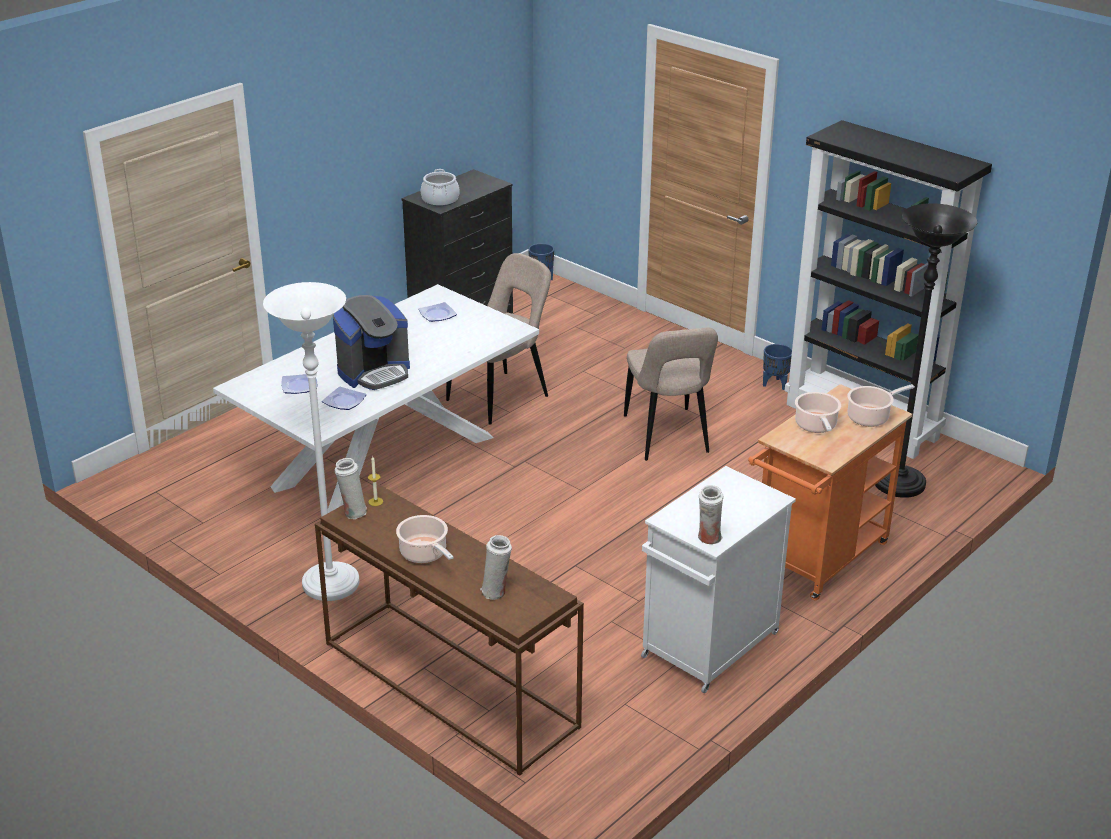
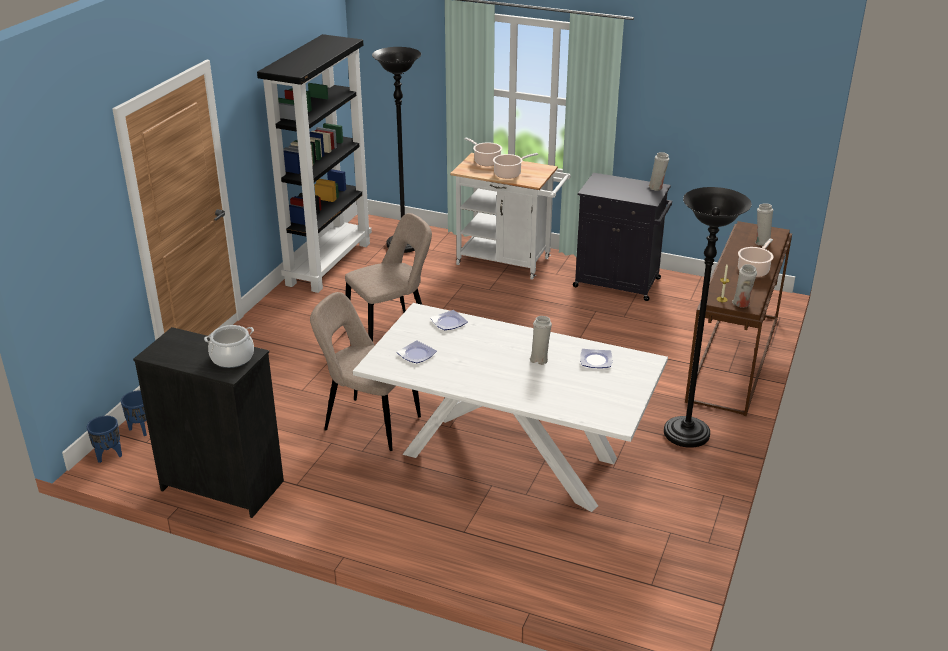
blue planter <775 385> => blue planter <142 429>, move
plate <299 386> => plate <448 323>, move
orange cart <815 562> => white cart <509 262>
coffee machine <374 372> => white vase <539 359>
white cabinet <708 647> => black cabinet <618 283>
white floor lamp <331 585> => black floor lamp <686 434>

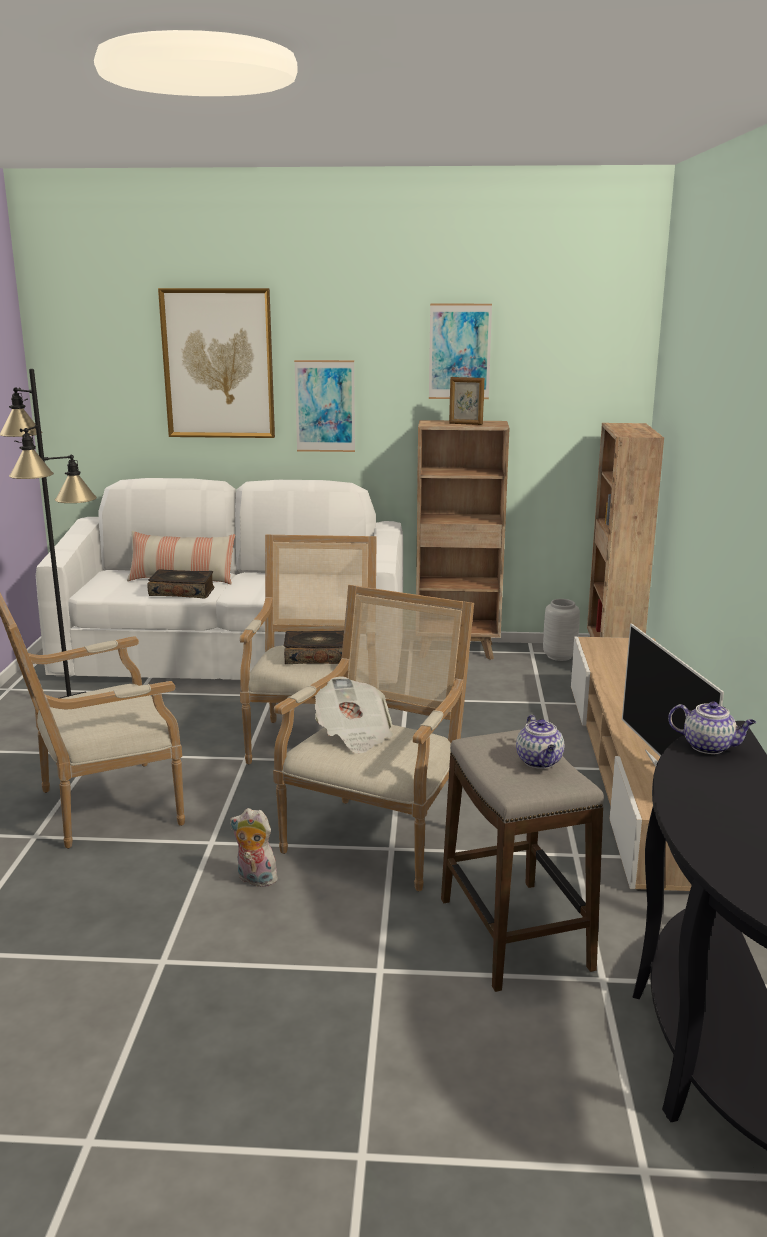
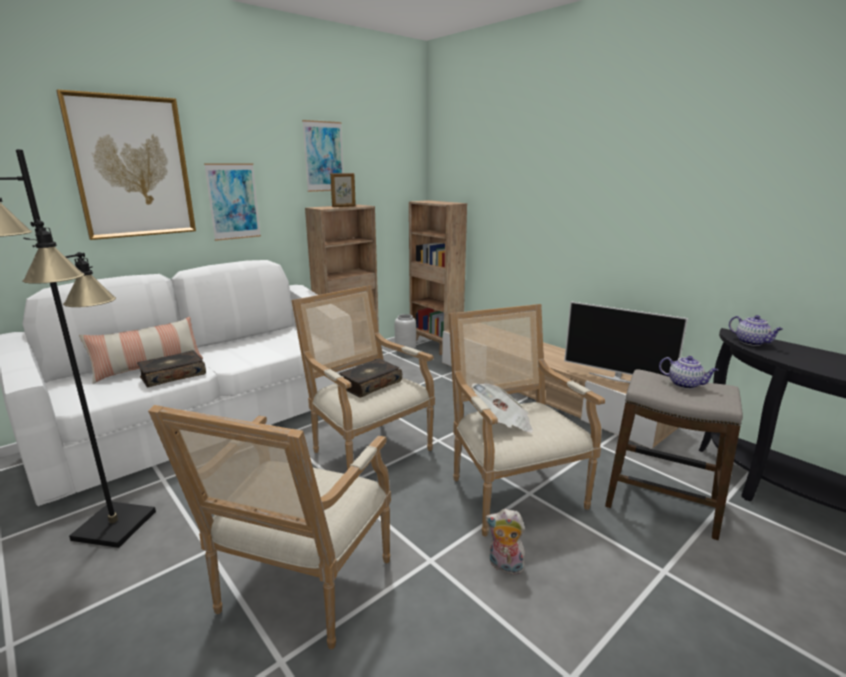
plush toy <254 879> => plush toy <504 566>, 45 degrees clockwise
teapot <709 746> => teapot <752 342>, 75 degrees clockwise

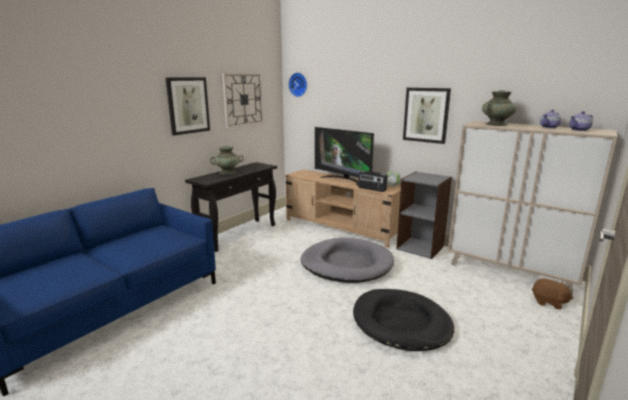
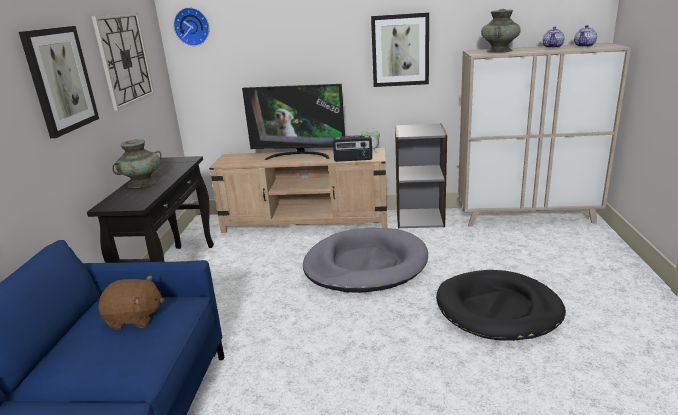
brown plush toy <548 302> => brown plush toy <135 318>, move

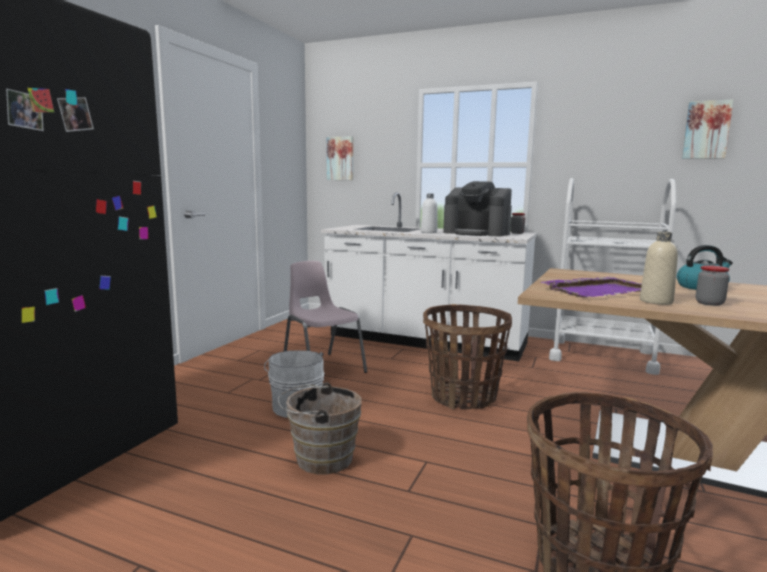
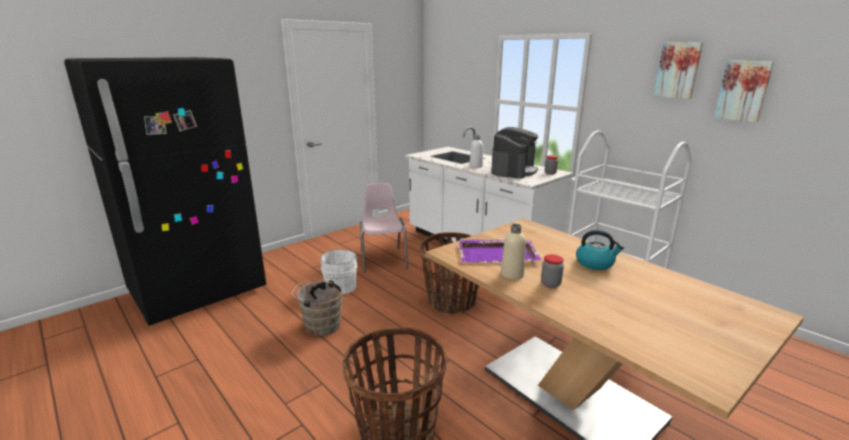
coffee machine <477 233> => coffee machine <513 171>, 120 degrees counterclockwise
picture <340 158> => picture <678 70>, move

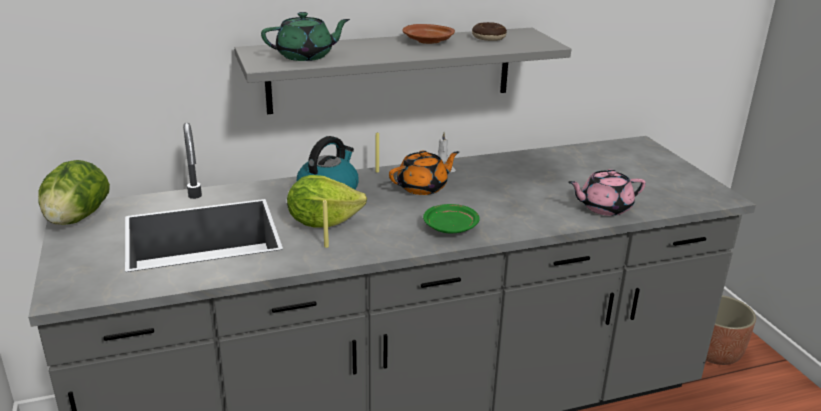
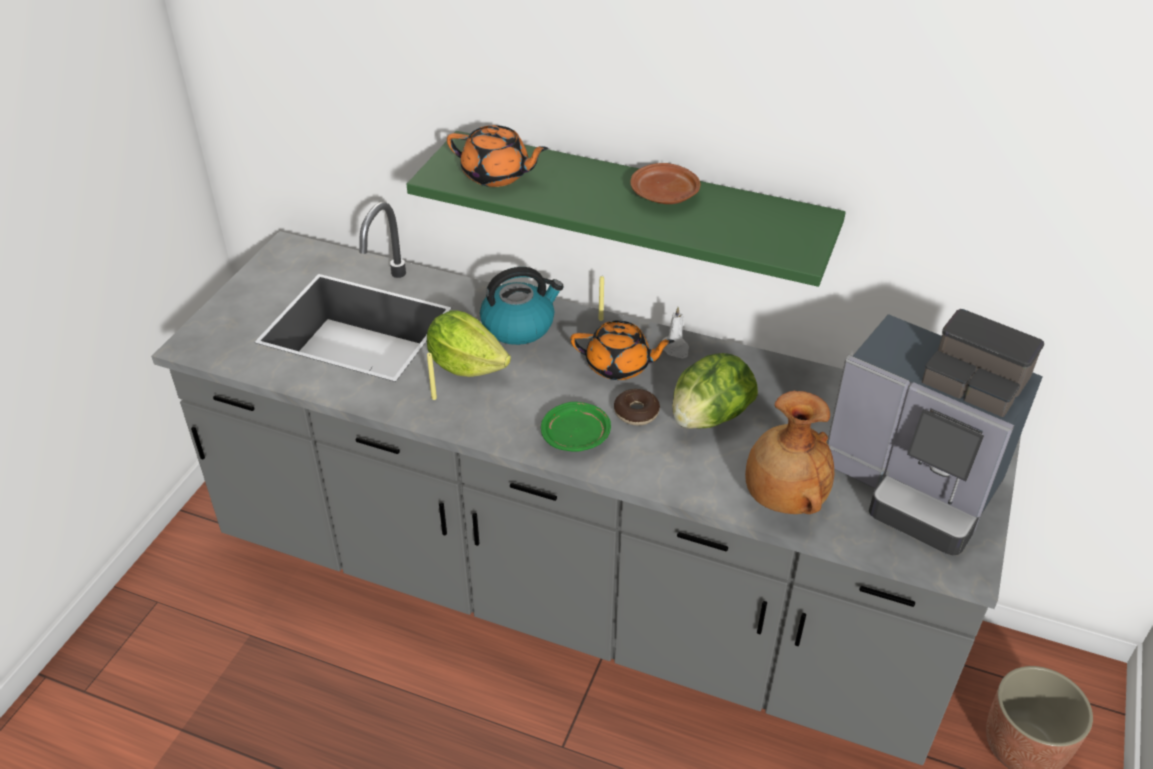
grey shelf <391 70> => green shelf <639 207>
green teapot <306 56> => orange teapot <497 175>
donut <488 37> => donut <636 412>, move
lettuce <77 219> => lettuce <709 417>, move
pink teapot <604 207> => brown vase <783 498>
nothing => coffee machine <914 485>

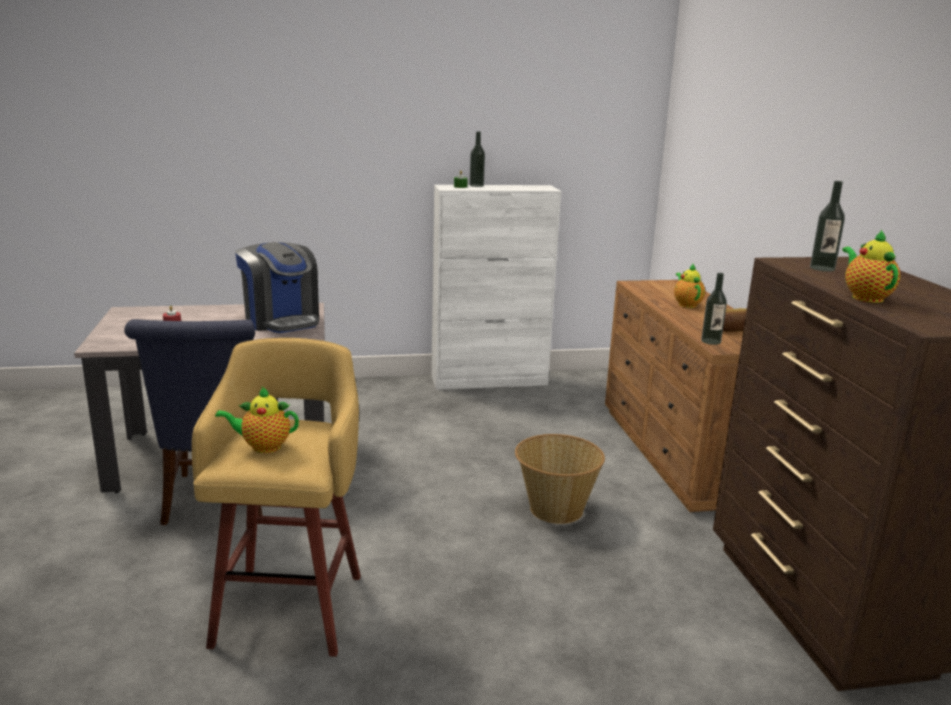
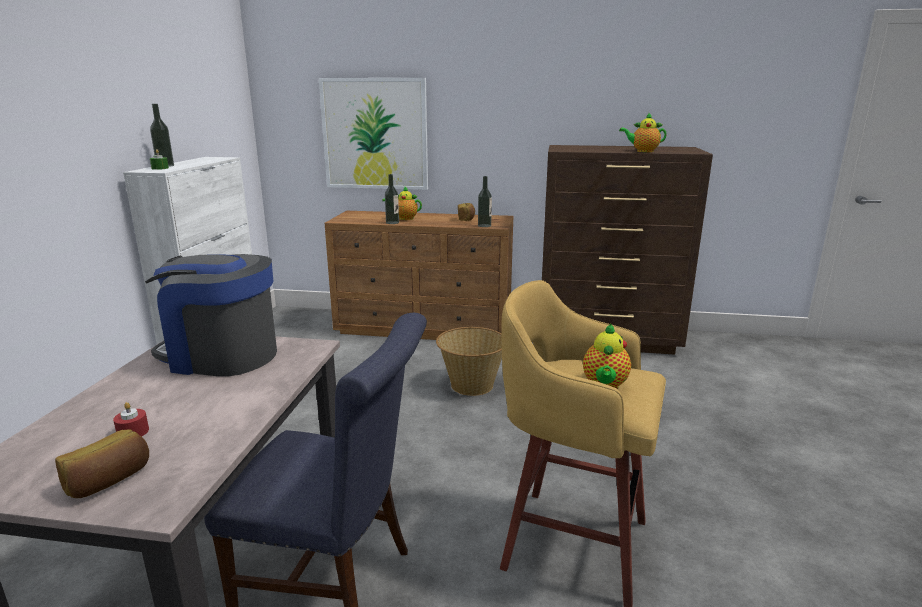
nothing => bread <109 480>
coffee machine <281 320> => coffee machine <221 355>, 150 degrees counterclockwise
nothing => picture <375 134>
bottle <822 268> => bottle <392 222>, move

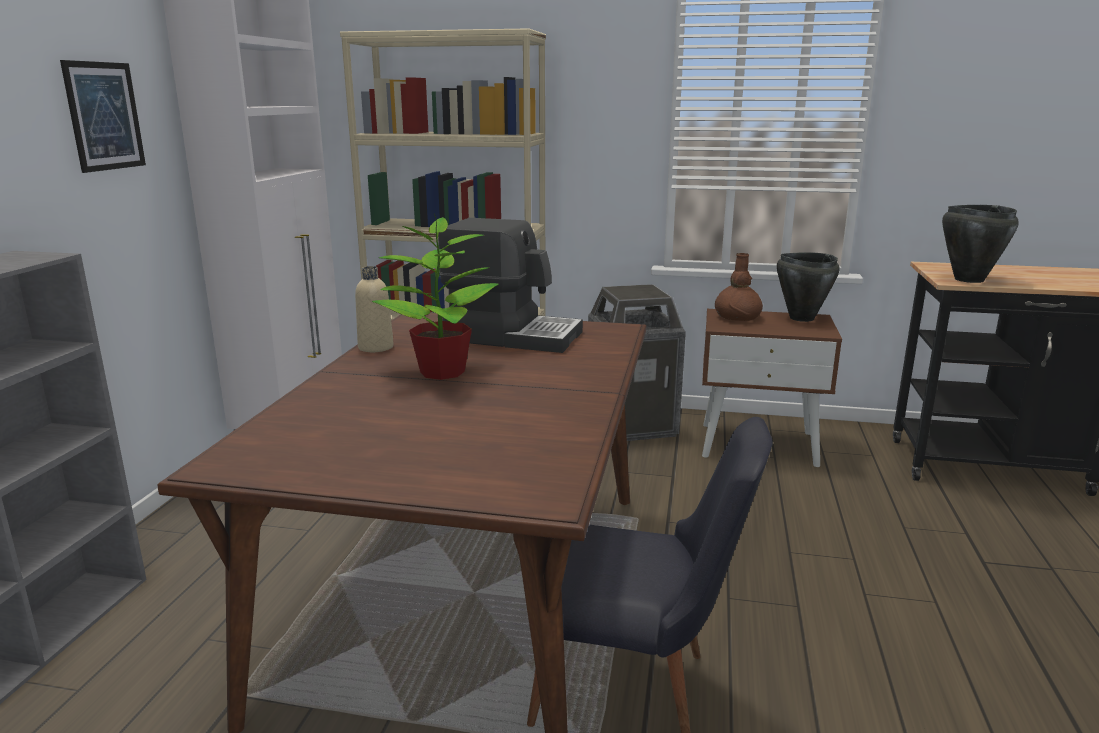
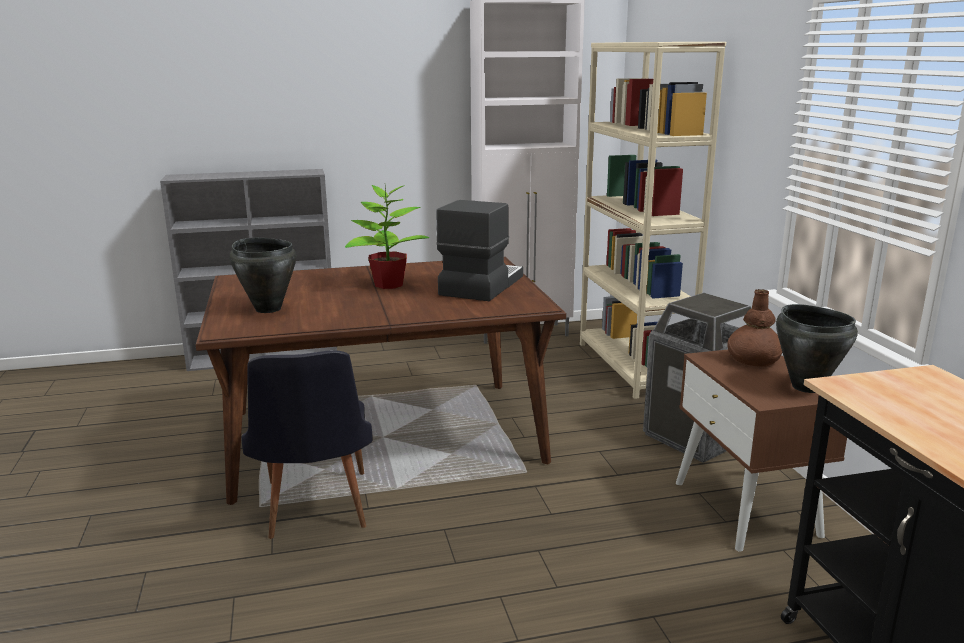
black cooking pot <968 279> => black cooking pot <268 309>, move
coffee machine <513 336> => coffee machine <480 285>, 150 degrees counterclockwise
picture <104 116> => nothing
beige bottle <375 347> => nothing

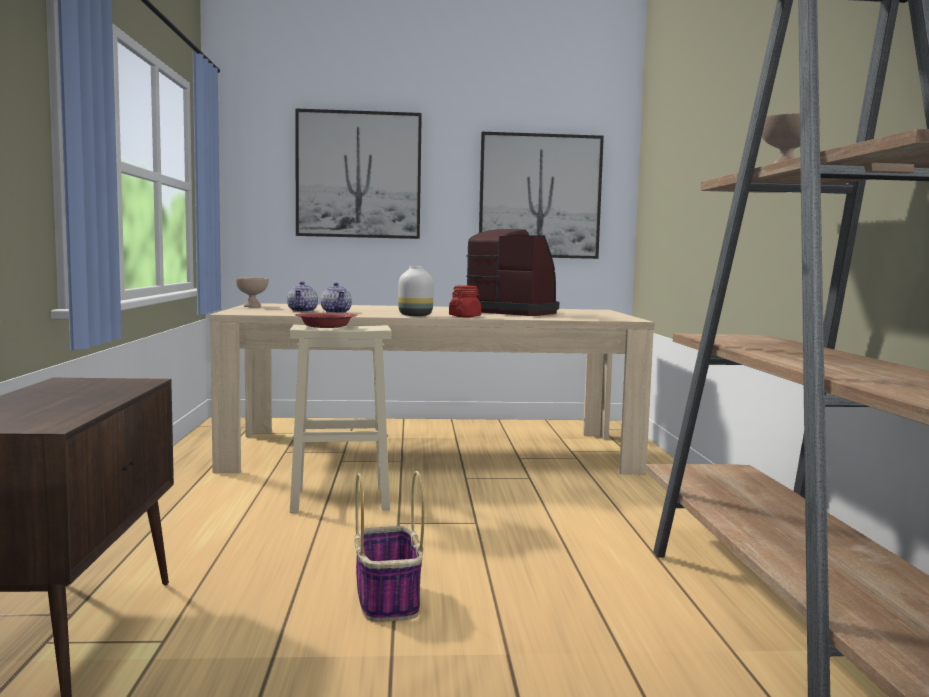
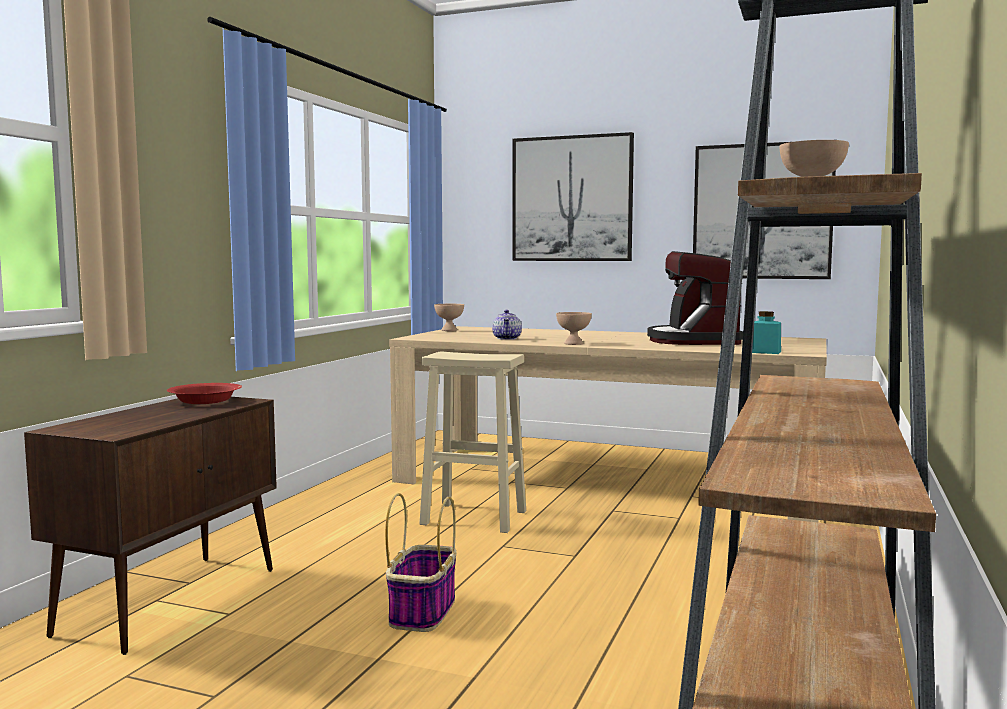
red bowl <326 326> => red bowl <205 401>, move
white vase <416 315> => beige bowl <574 343>
coffee machine <514 312> => coffee machine <693 341>, 150 degrees counterclockwise
nothing => turquoise jar <764 352>
teapot <303 311> => nothing
red jar <465 316> => nothing

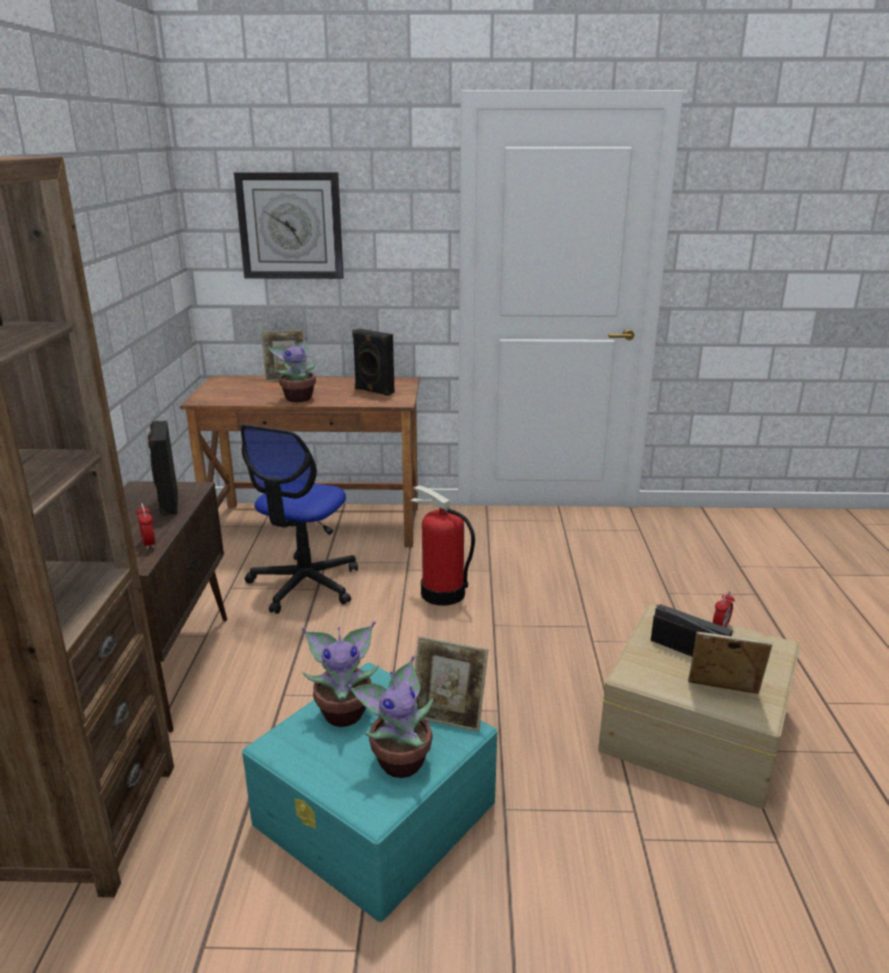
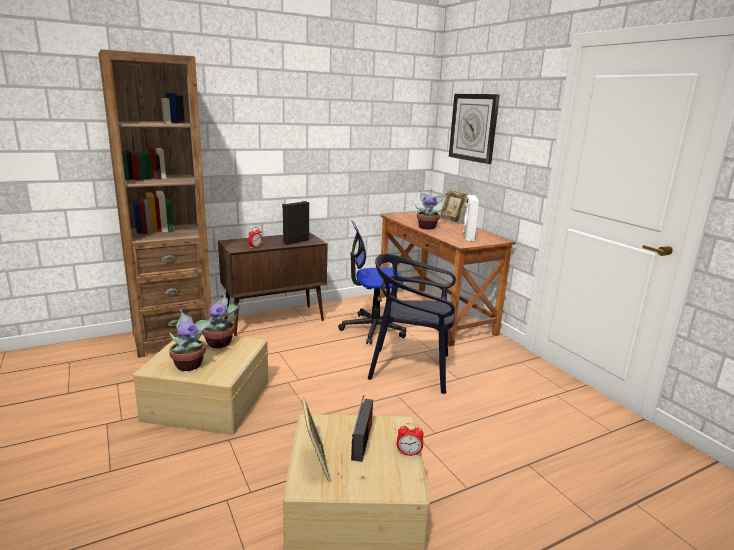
turquoise storage box <376 813> => beige storage box <207 400>
fire extinguisher <442 593> => black chair <411 369>
black speaker <373 391> => white speaker <467 237>
picture frame <448 716> => nothing

